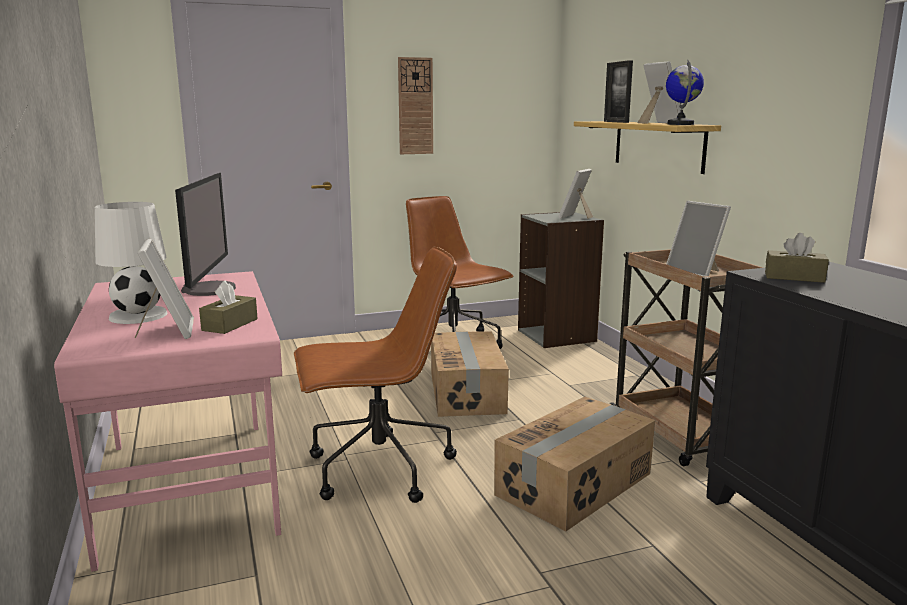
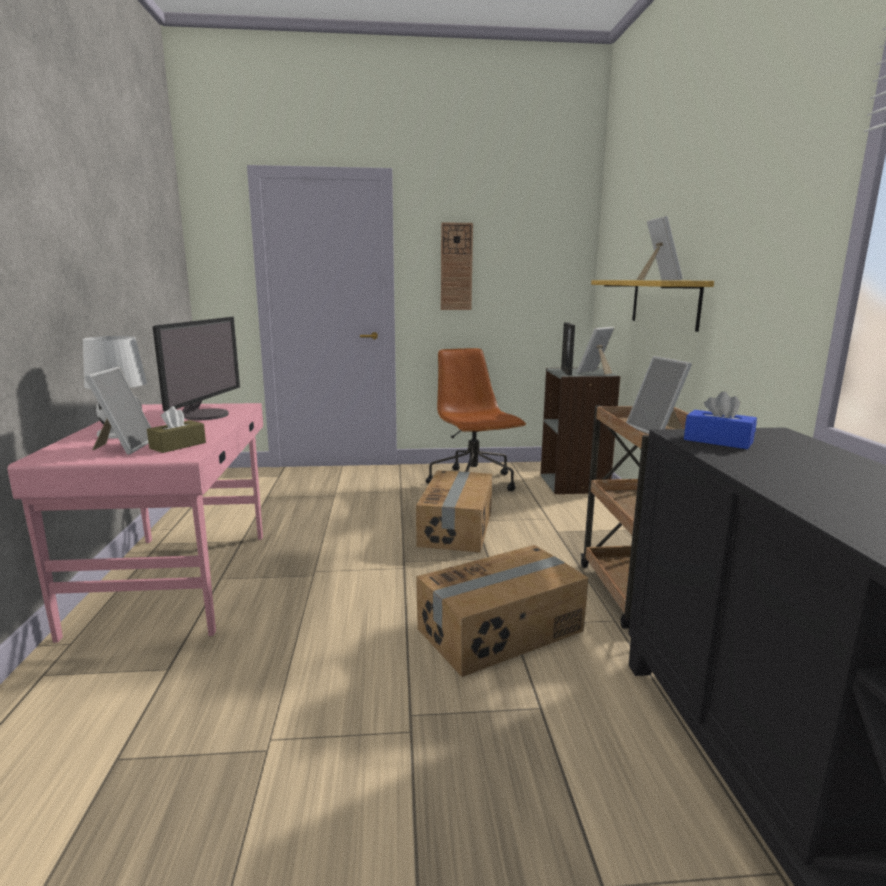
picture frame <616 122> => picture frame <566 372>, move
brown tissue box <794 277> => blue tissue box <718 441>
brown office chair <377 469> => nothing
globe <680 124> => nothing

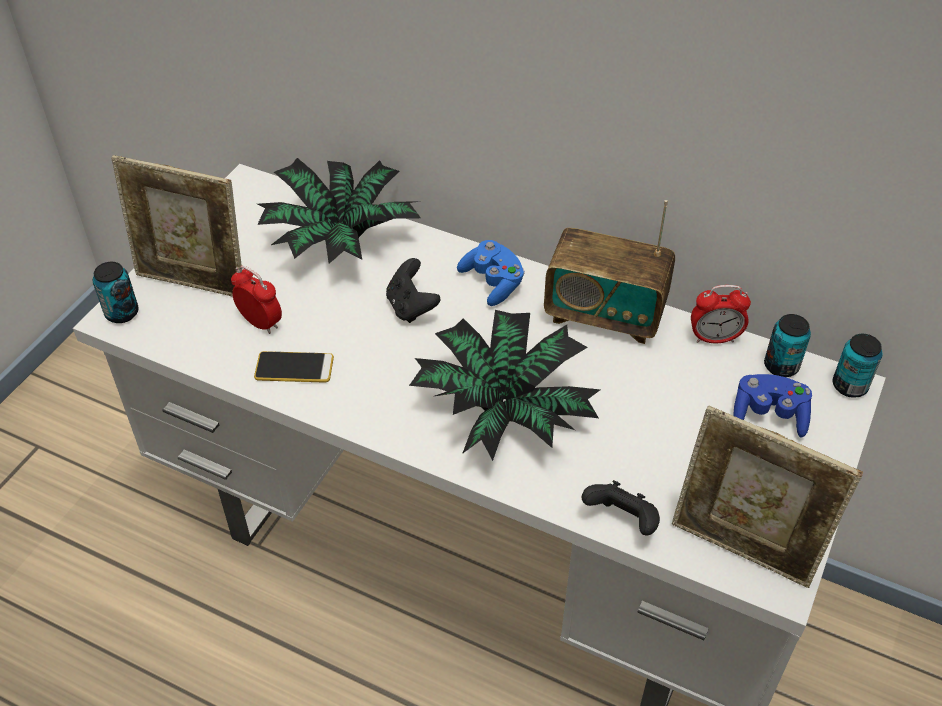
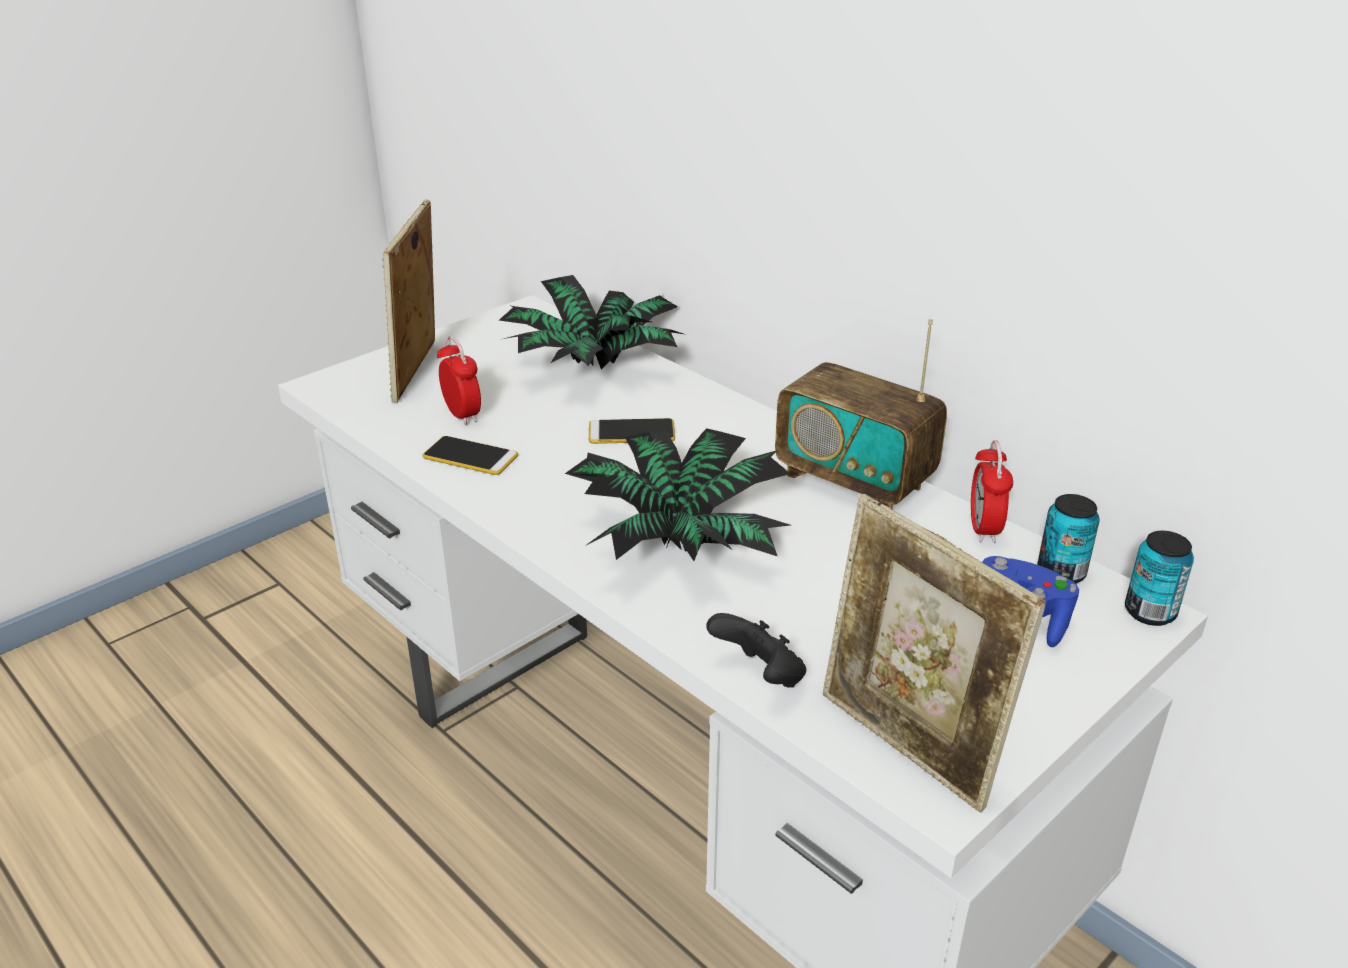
picture frame <194 282> => picture frame <419 372>, 60 degrees clockwise
black game controller <411 307> => phone <631 432>
alarm clock <714 338> => alarm clock <983 529>, 75 degrees clockwise
can <122 313> => nothing
blue game controller <493 283> => nothing

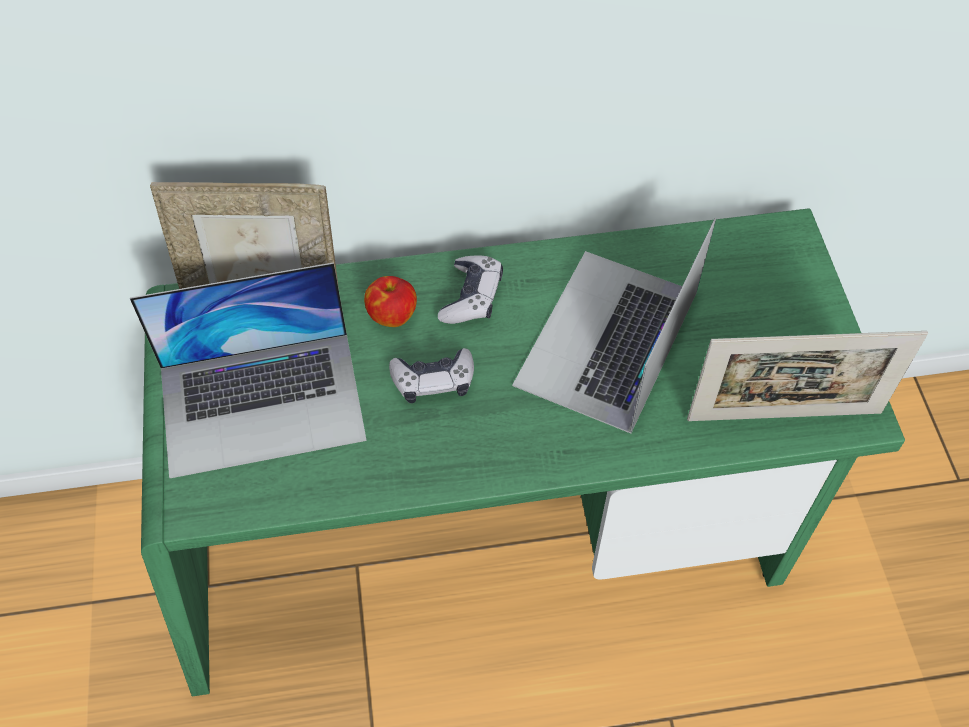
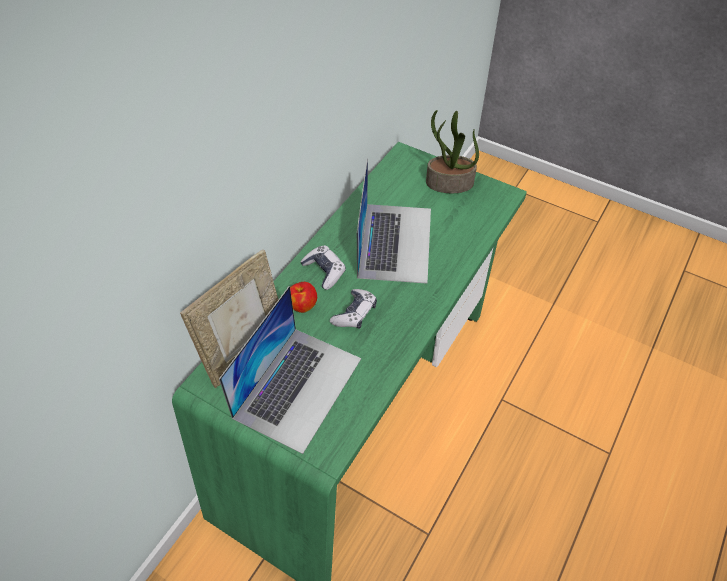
laptop <607 339> => laptop <395 242>, 150 degrees counterclockwise
nothing => potted plant <449 183>
picture frame <784 416> => nothing

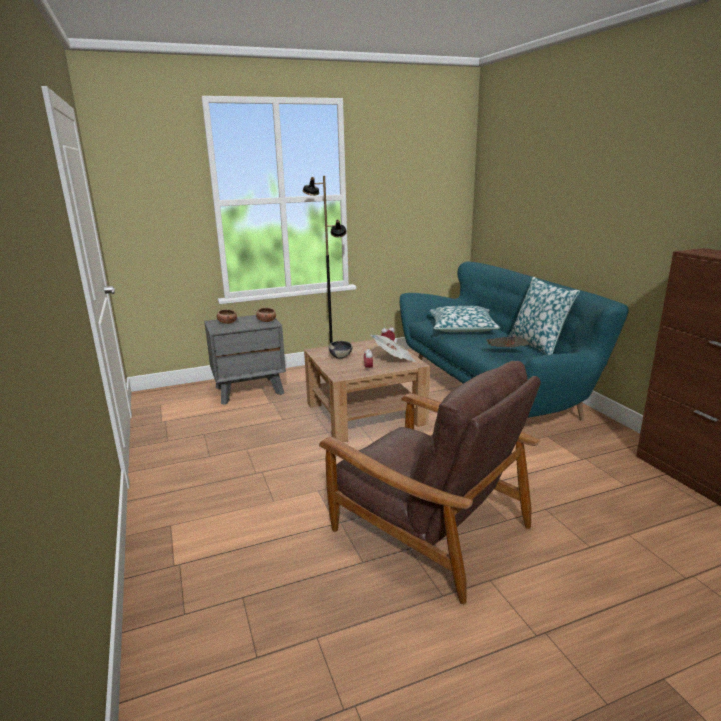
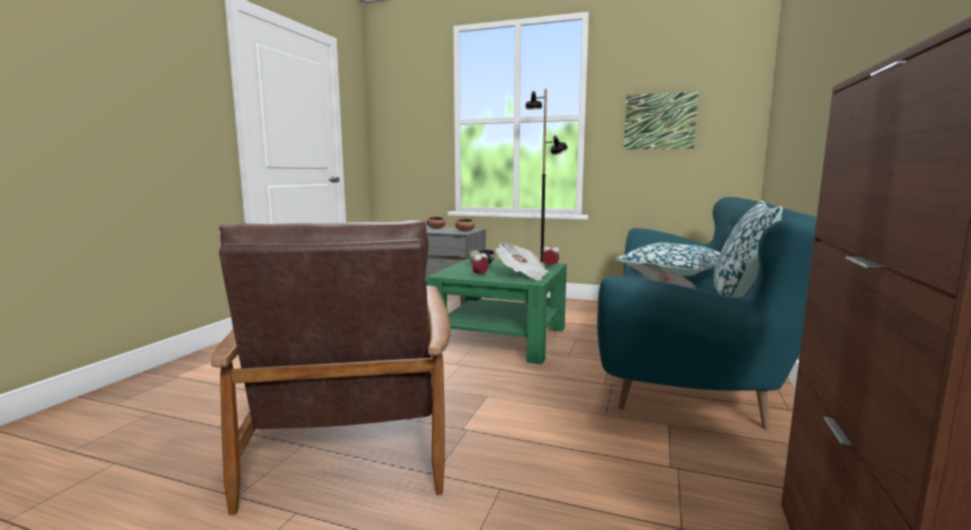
brown coffee table <365 413> => green coffee table <500 338>
nothing => picture <659 121>

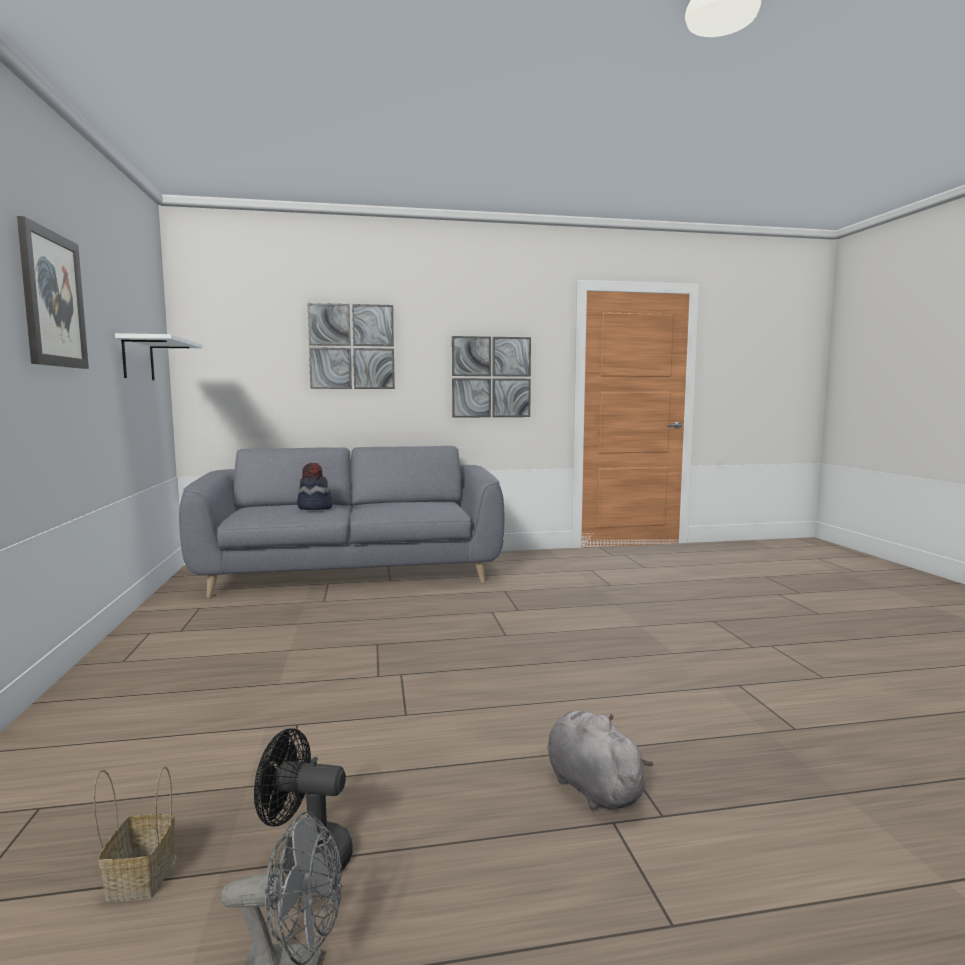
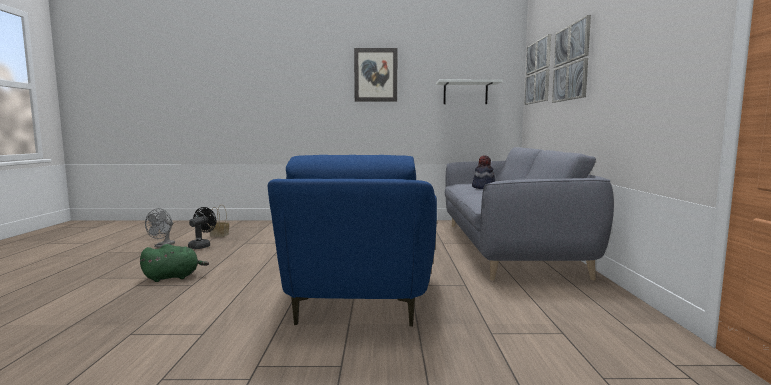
grey plush toy <590 786> => green plush toy <174 277>
nothing => blue armchair <358 301>
picture <491 377> => picture <538 72>, move

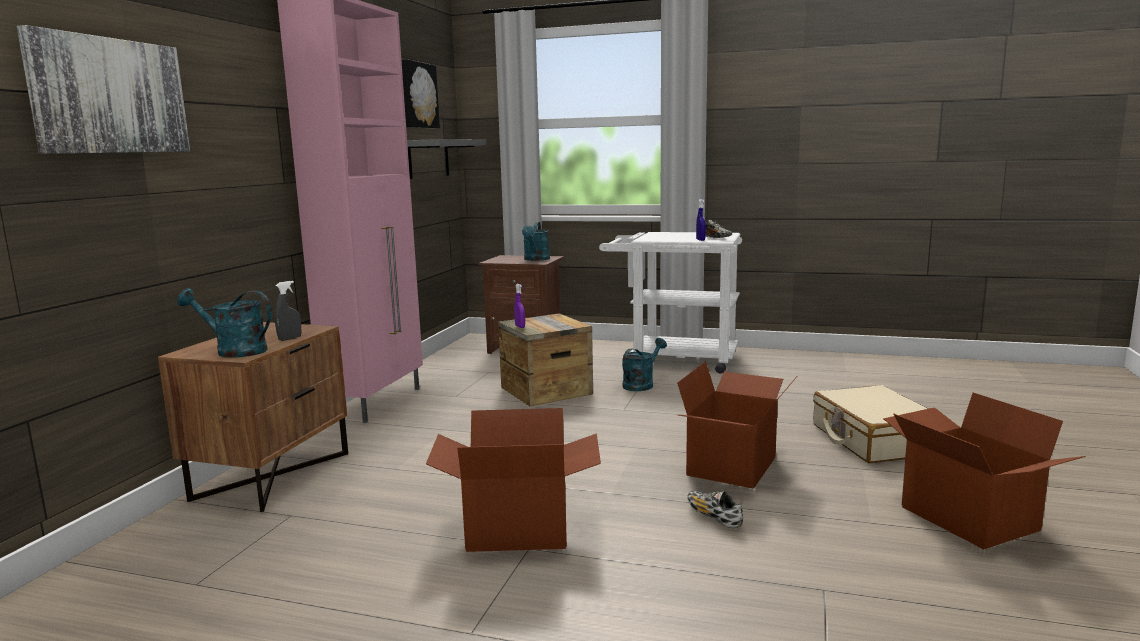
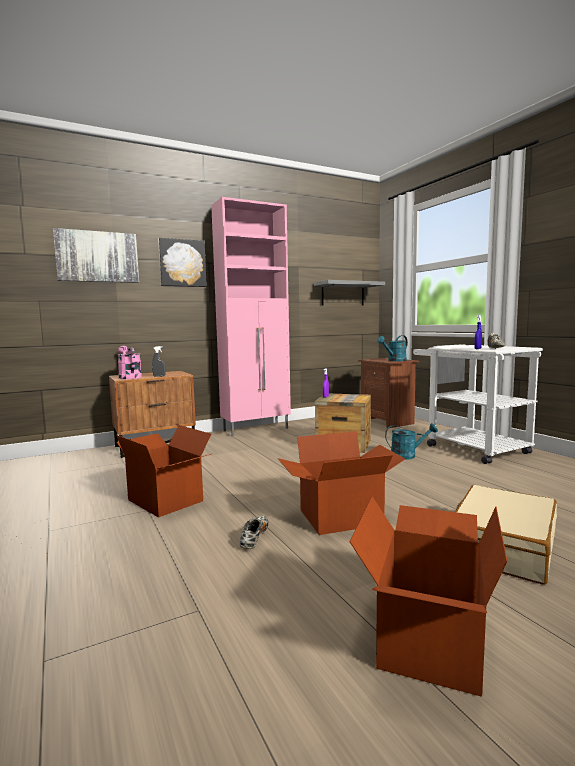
turquoise watering can <234 351> => pink watering can <129 377>
picture <418 95> => picture <182 263>, move

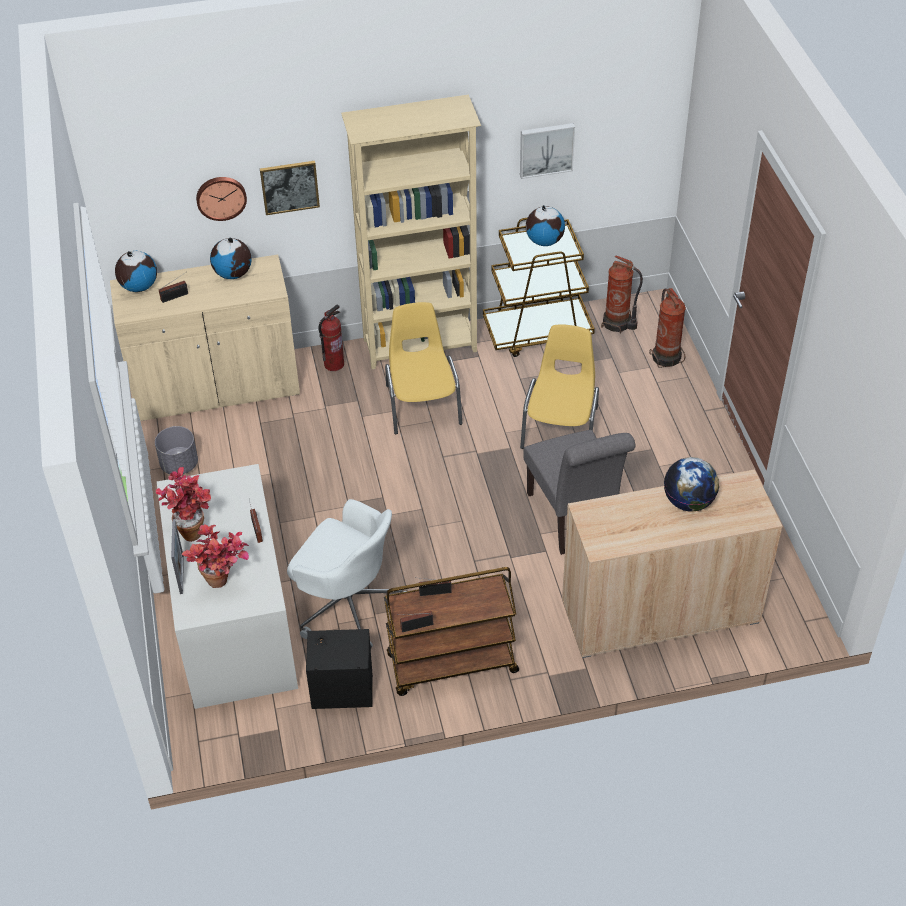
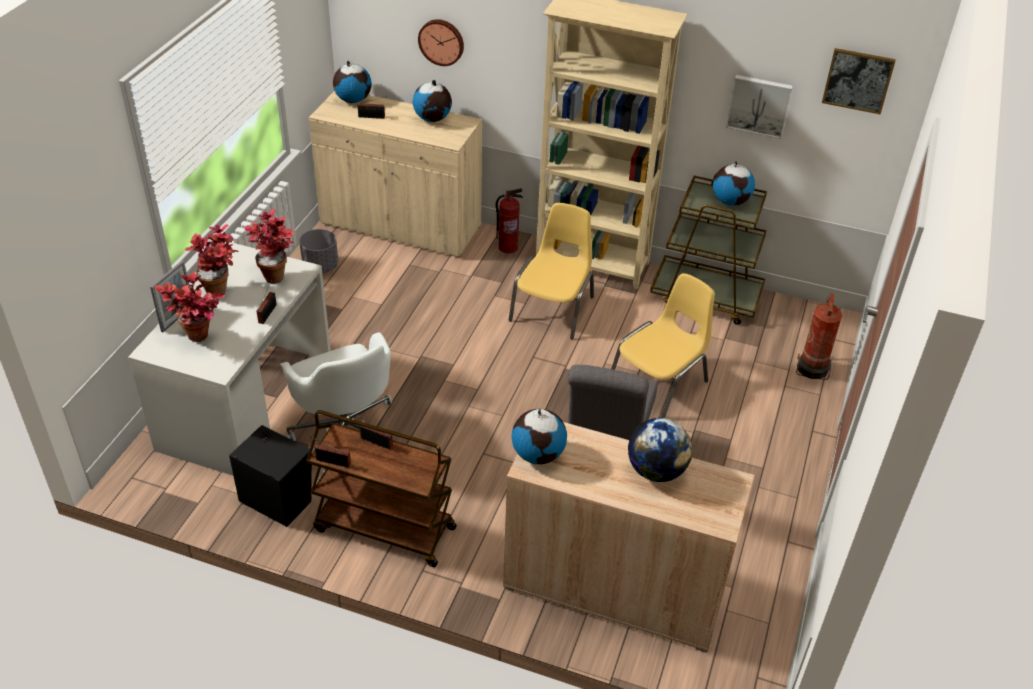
nothing => potted plant <276 274>
nothing => globe <538 454>
picture <289 187> => picture <858 80>, move
fire extinguisher <618 324> => nothing

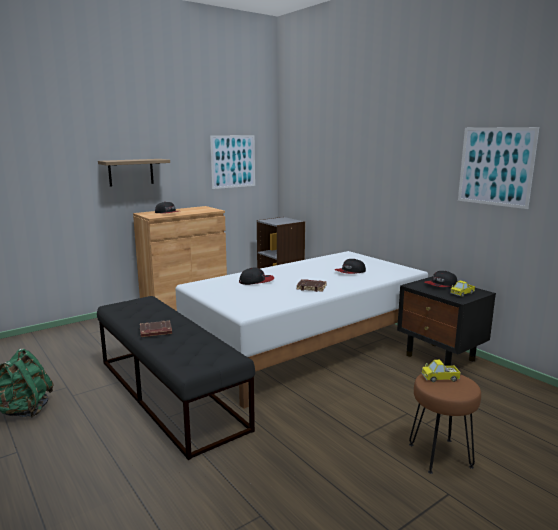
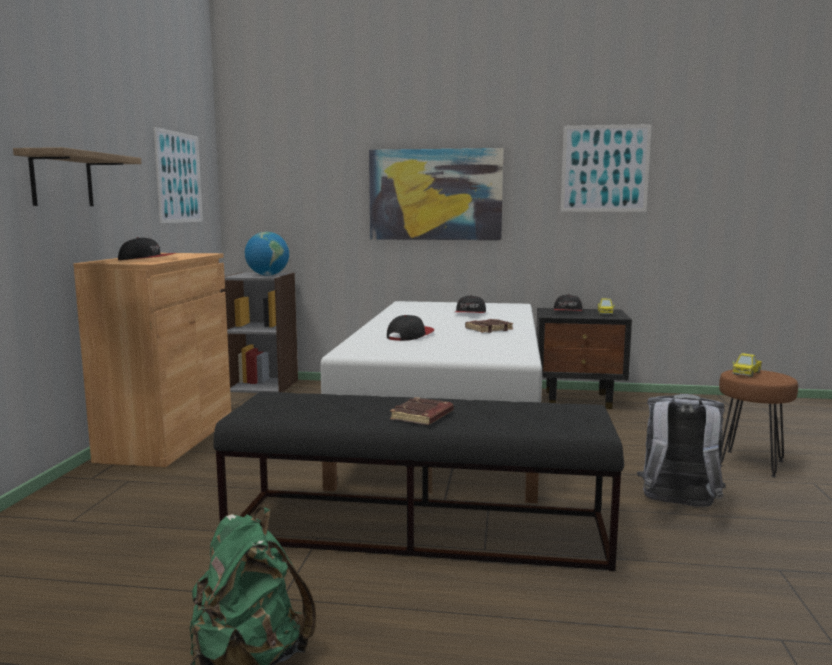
nothing => globe <267 275>
nothing => picture <435 195>
nothing => grey backpack <678 506>

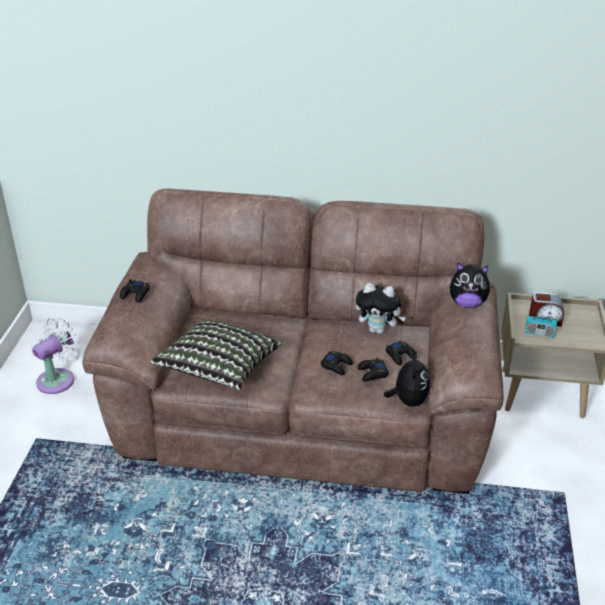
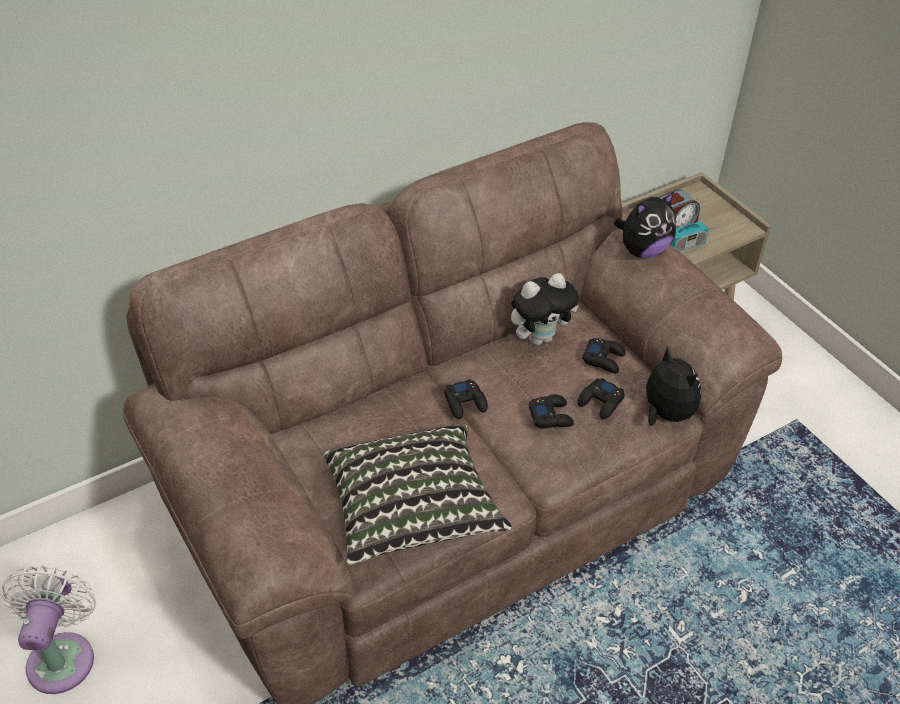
black game controller <135 294> => black game controller <465 403>, move

